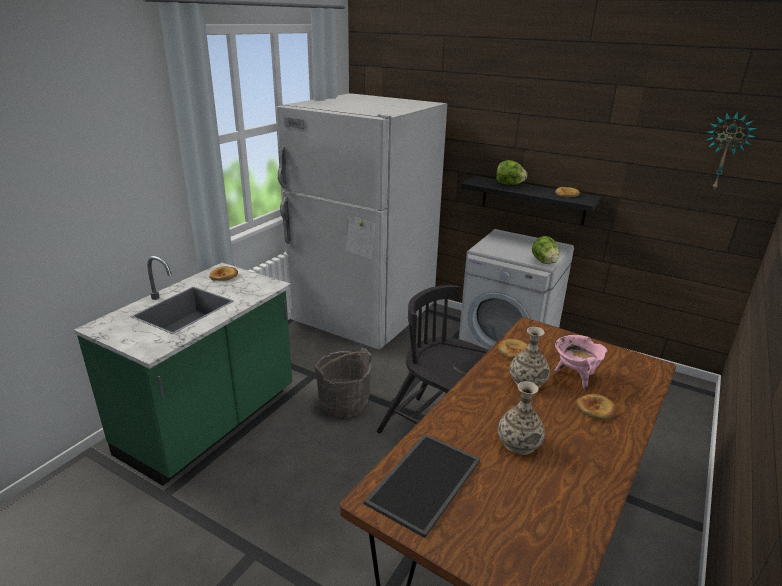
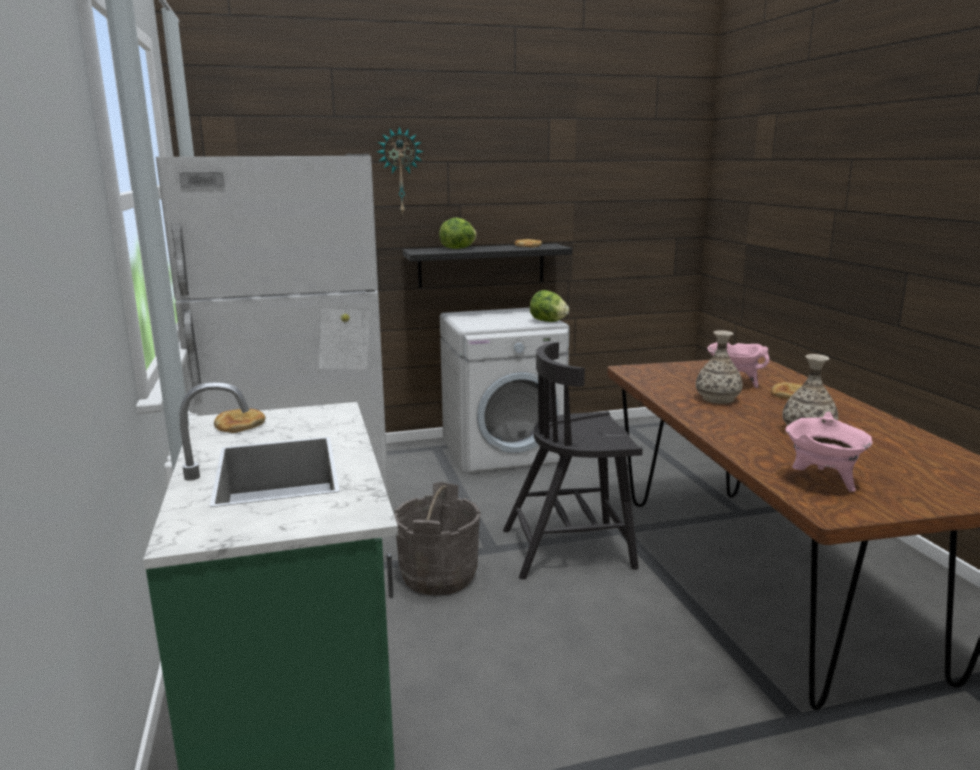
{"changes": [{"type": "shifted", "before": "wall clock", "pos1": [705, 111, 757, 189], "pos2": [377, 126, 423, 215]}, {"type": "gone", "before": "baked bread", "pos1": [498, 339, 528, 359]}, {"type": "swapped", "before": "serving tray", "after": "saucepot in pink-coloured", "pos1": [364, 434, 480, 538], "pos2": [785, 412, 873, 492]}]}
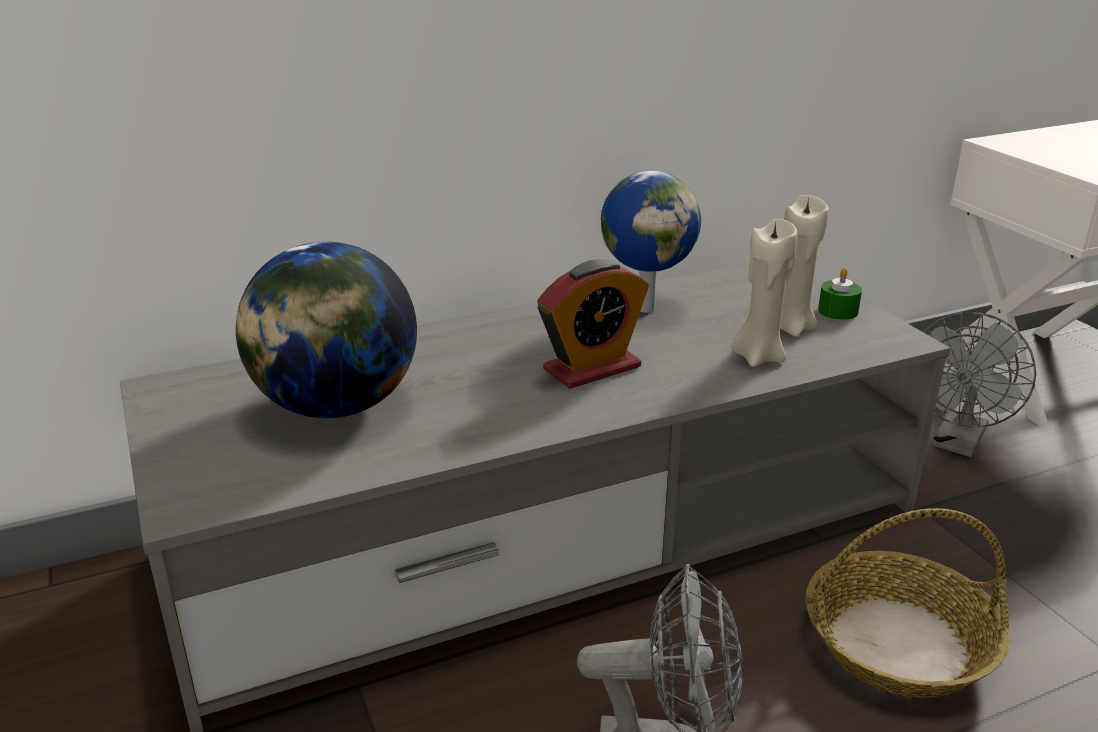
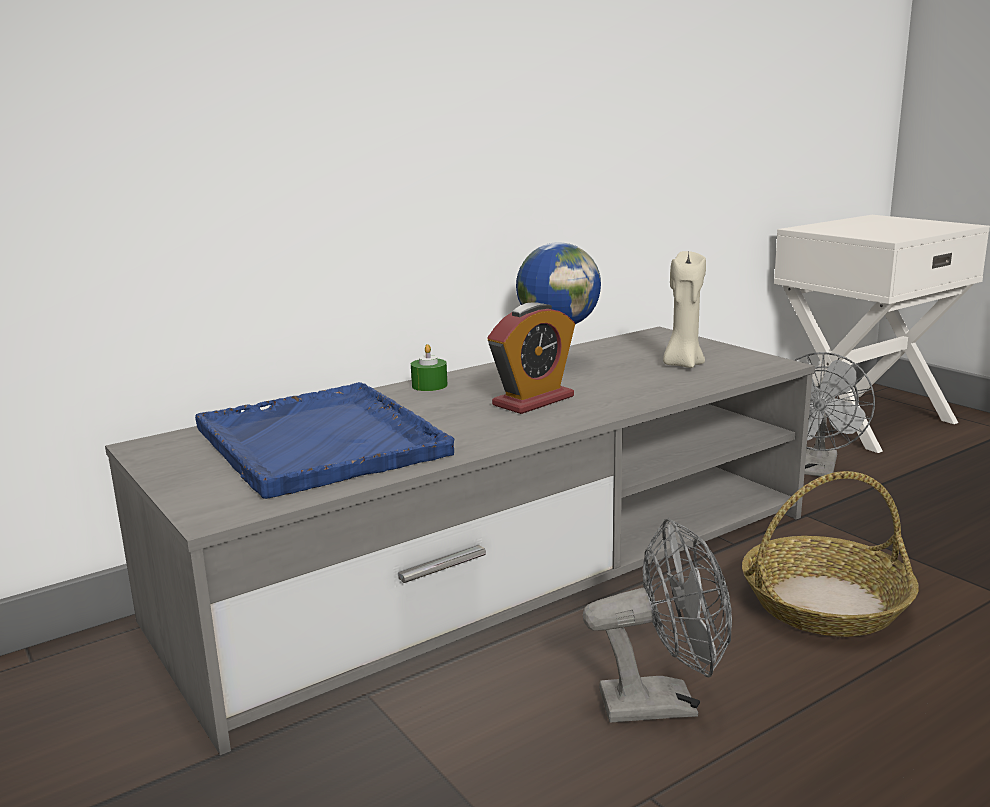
{"changes": [{"type": "gone", "before": "wax light in beige", "pos1": [731, 219, 797, 367]}, {"type": "swapped", "before": "globe", "after": "serving tray in bluish", "pos1": [236, 242, 417, 418], "pos2": [195, 382, 454, 499]}, {"type": "shifted", "before": "wax light in green", "pos1": [818, 268, 862, 320], "pos2": [411, 344, 448, 391]}]}
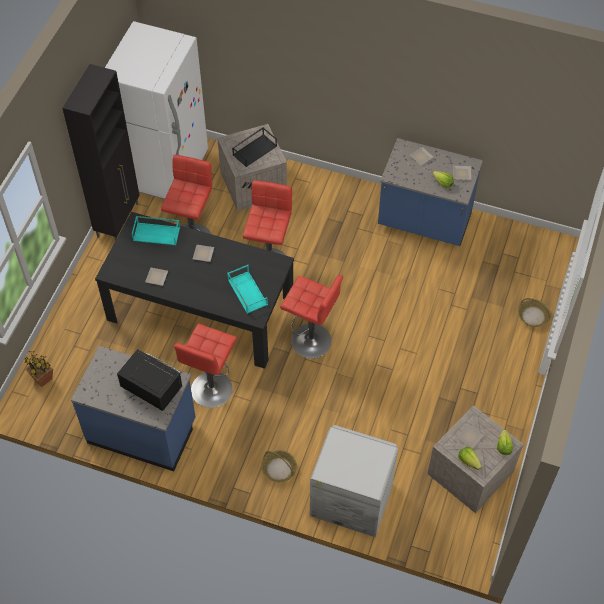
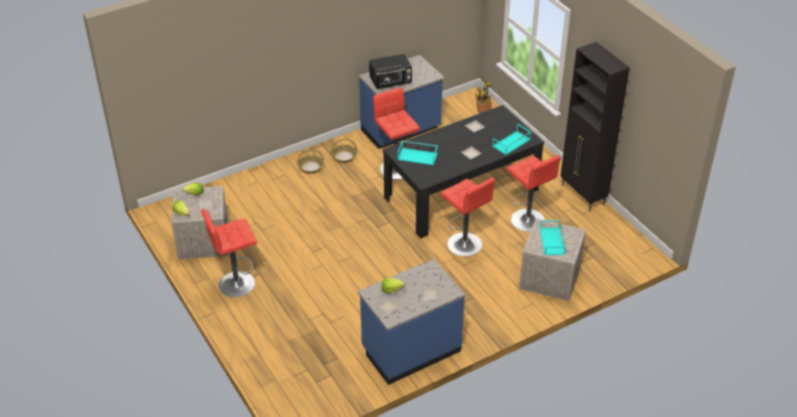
{"changes": [{"type": "gone", "before": "kitchen fridge in white", "pos1": [105, 21, 208, 199]}, {"type": "repainted", "before": "serving tray in blackish", "after": "serving tray in turquoise-coloured", "pos1": [232, 127, 277, 167], "pos2": [540, 220, 566, 255]}, {"type": "shifted", "before": "stool in reddish", "pos1": [280, 275, 343, 358], "pos2": [201, 209, 257, 297]}, {"type": "shifted", "before": "household basket", "pos1": [518, 298, 551, 327], "pos2": [331, 139, 357, 163]}, {"type": "gone", "before": "laundry appliance in white", "pos1": [310, 425, 398, 537]}]}
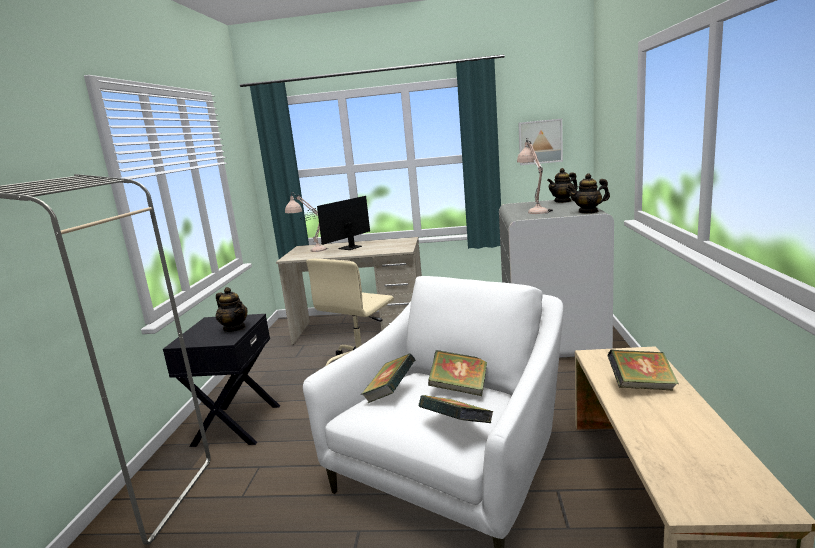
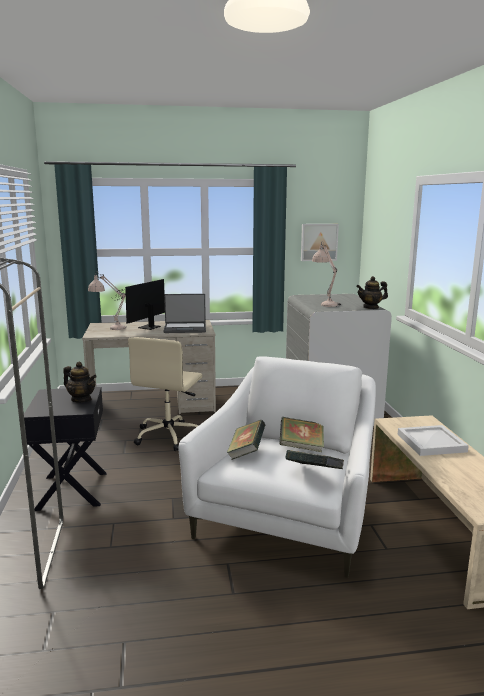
{"changes": [{"type": "gone", "before": "pot for tea", "pos1": [547, 168, 578, 203]}, {"type": "swapped", "before": "volume", "after": "serving tray in white", "pos1": [607, 350, 679, 391], "pos2": [398, 425, 469, 456]}, {"type": "new", "after": "portable computer", "pos2": [164, 294, 206, 333]}]}
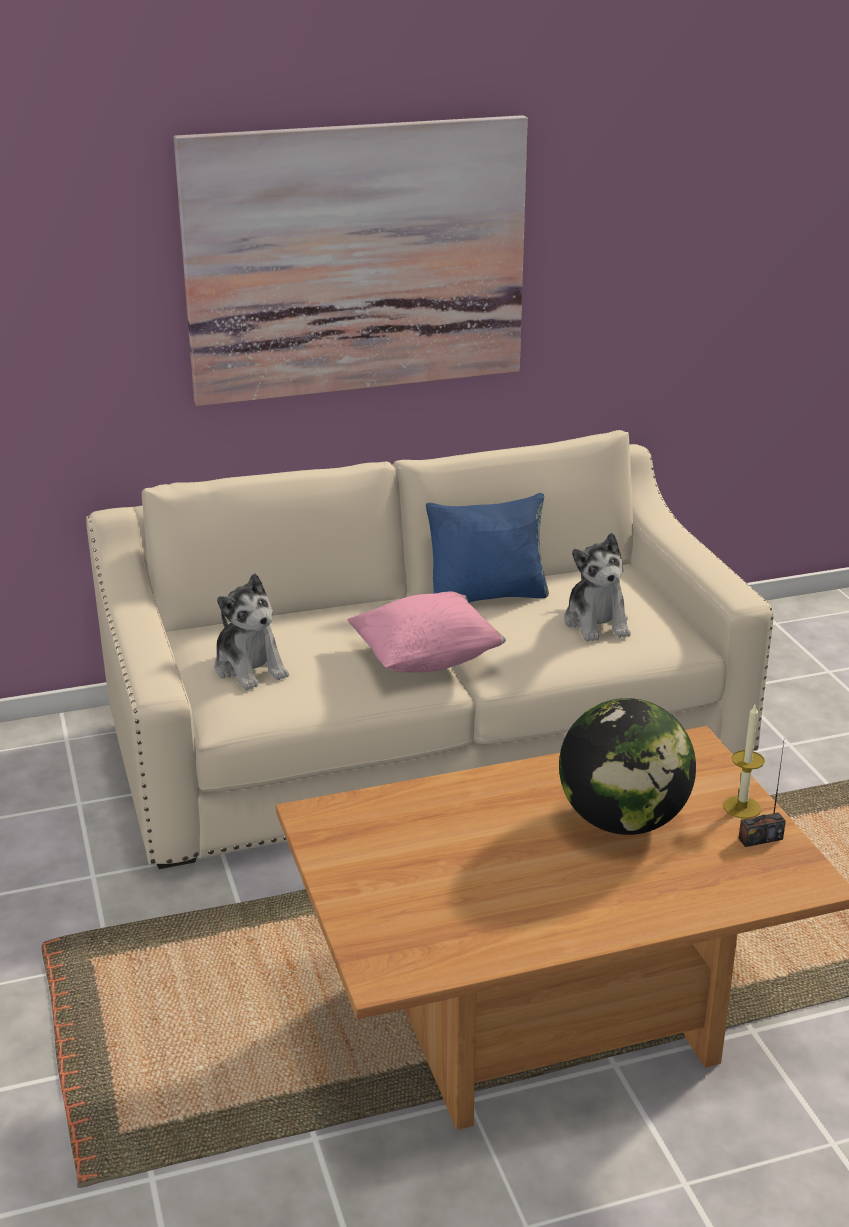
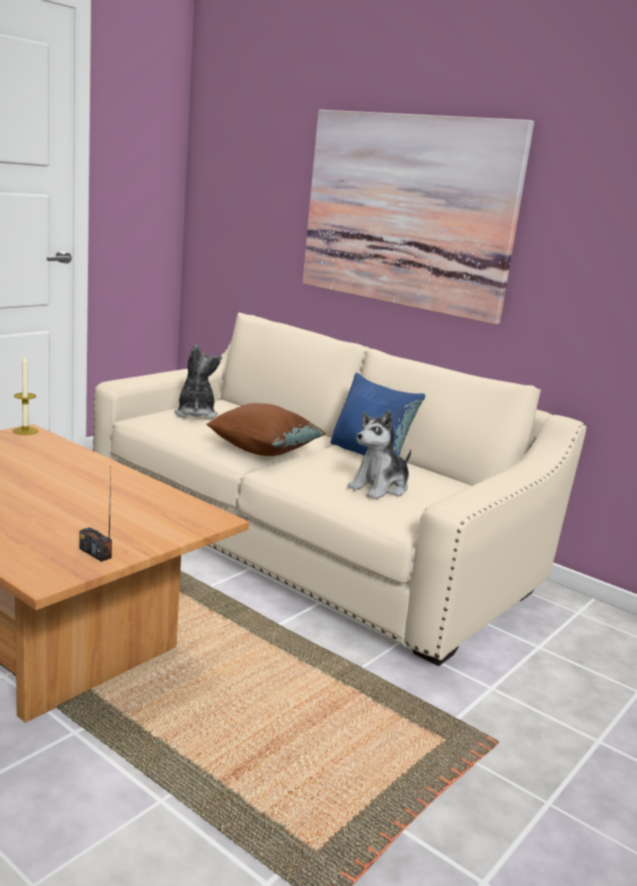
{"changes": [{"type": "rotated", "before": "soft toy", "pos1": [214, 573, 289, 690], "pos2": [174, 344, 222, 420], "turn": 150}, {"type": "repainted", "before": "throw pillow in pink-coloured", "after": "throw pillow in brown", "pos1": [348, 592, 506, 672], "pos2": [206, 403, 326, 456]}, {"type": "gone", "before": "globe", "pos1": [559, 698, 696, 835]}, {"type": "shifted", "before": "wax light", "pos1": [723, 705, 765, 819], "pos2": [13, 355, 38, 435]}]}
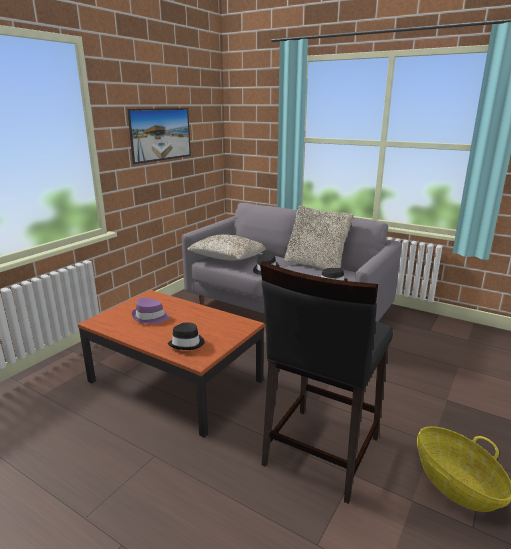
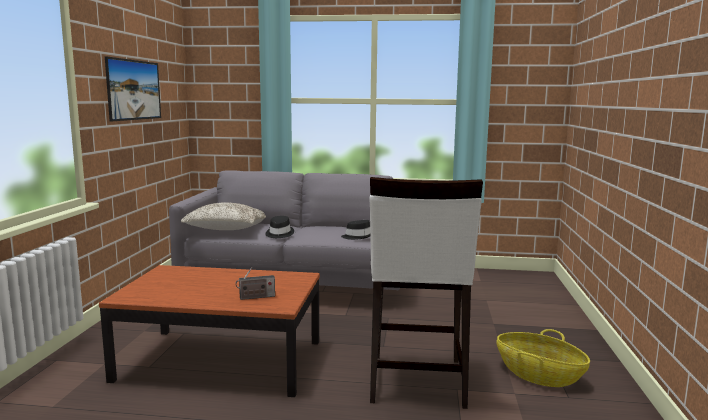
{"changes": [{"type": "gone", "before": "throw pillow in beige", "pos1": [284, 206, 354, 270]}, {"type": "repainted", "before": "stool in blackish", "after": "stool in white", "pos1": [260, 262, 393, 504], "pos2": [369, 177, 483, 409]}, {"type": "gone", "before": "wearable hat in purplish", "pos1": [132, 298, 170, 324]}, {"type": "swapped", "before": "wearable hat in blackish", "after": "radio receiver", "pos1": [168, 323, 205, 350], "pos2": [236, 267, 275, 300]}]}
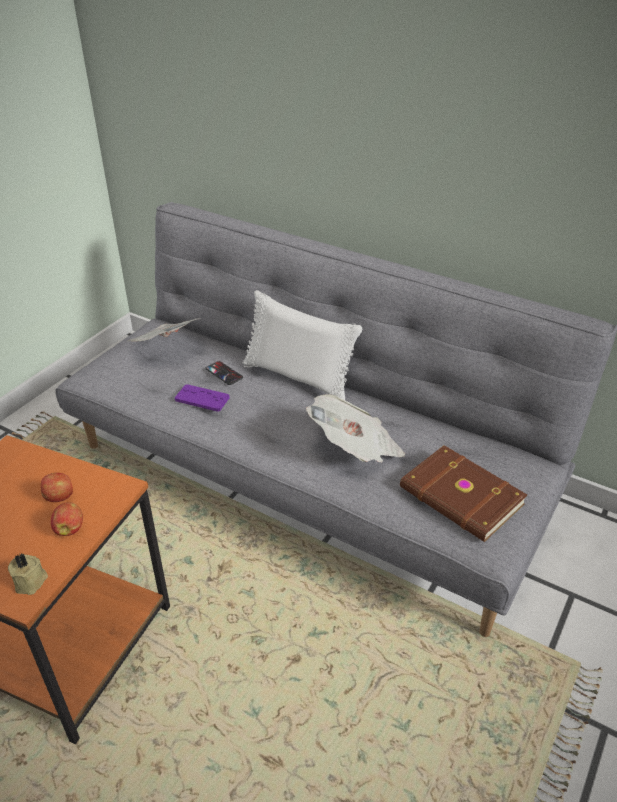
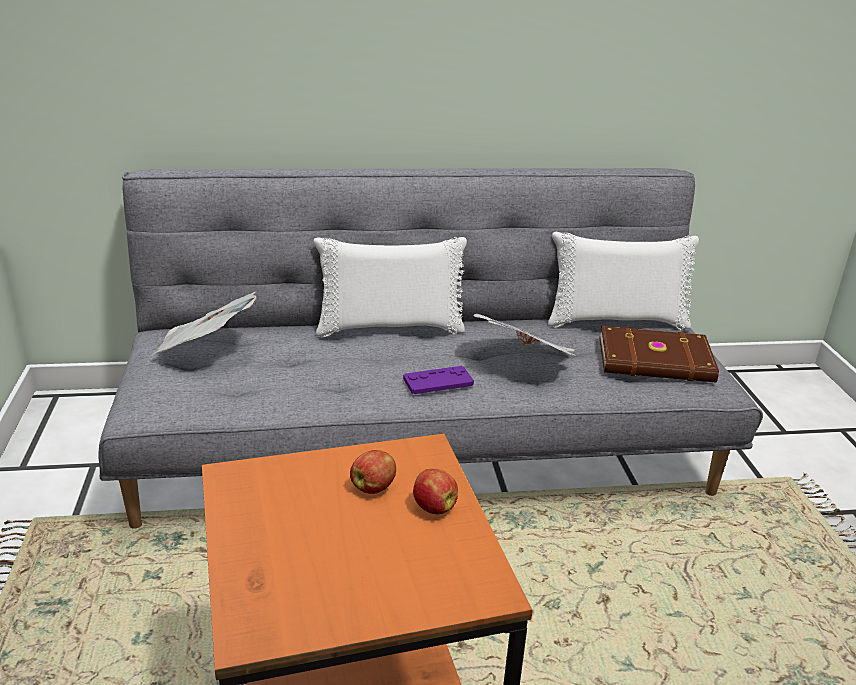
{"changes": [{"type": "gone", "before": "handset", "pos1": [205, 361, 243, 385]}, {"type": "shifted", "before": "gamepad in purplish", "pos1": [175, 384, 230, 412], "pos2": [403, 366, 474, 394]}, {"type": "gone", "before": "wax light in beige", "pos1": [8, 553, 48, 595]}, {"type": "new", "after": "throw pillow in white", "pos2": [548, 232, 699, 330]}]}
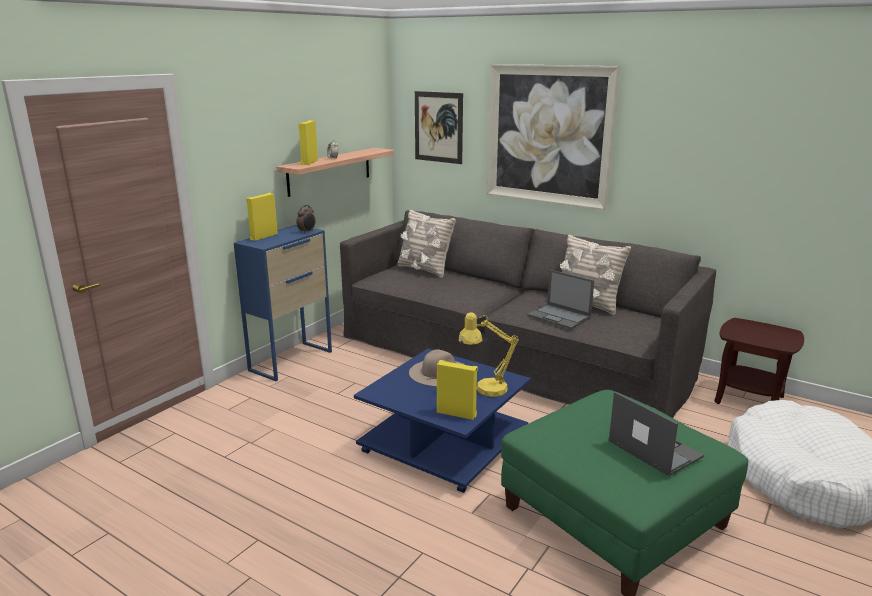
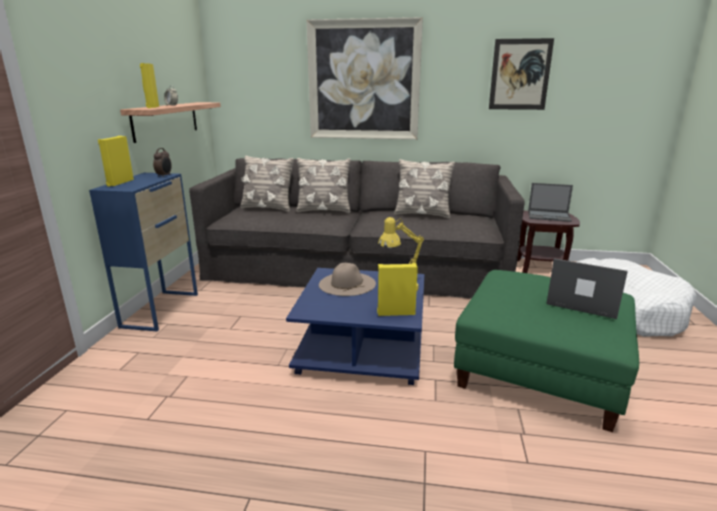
{"changes": [{"type": "shifted", "before": "picture", "pos1": [415, 91, 463, 164], "pos2": [489, 38, 554, 110]}, {"type": "shifted", "before": "portable computer", "pos1": [527, 270, 594, 329], "pos2": [528, 183, 573, 222]}, {"type": "new", "after": "throw pillow in beige", "pos2": [296, 158, 351, 213]}]}
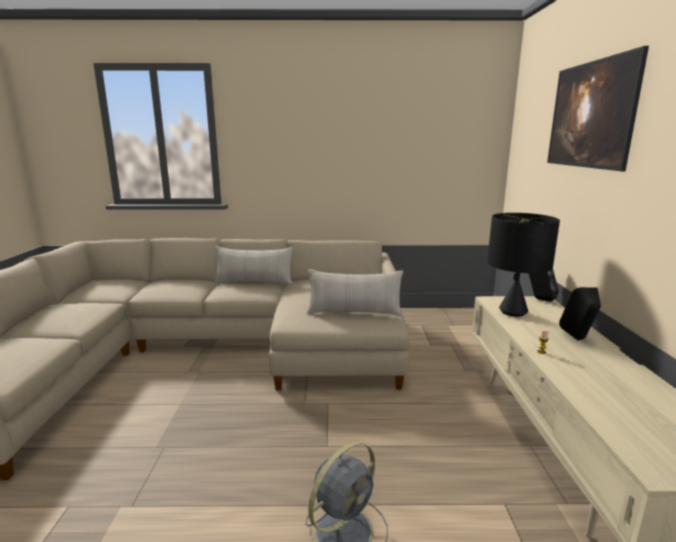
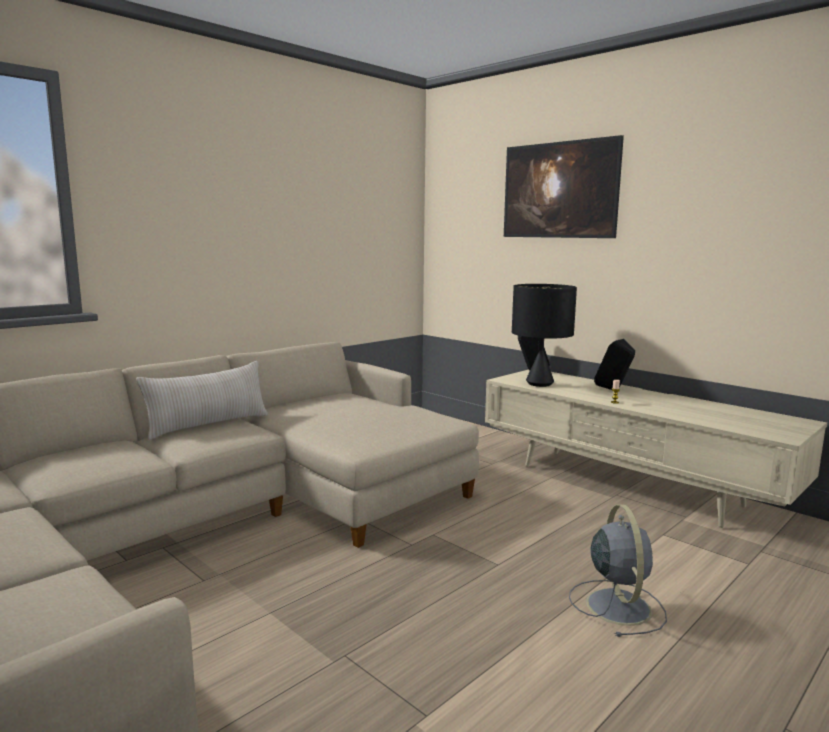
{"changes": [{"type": "gone", "before": "throw pillow in beige", "pos1": [307, 269, 403, 316]}]}
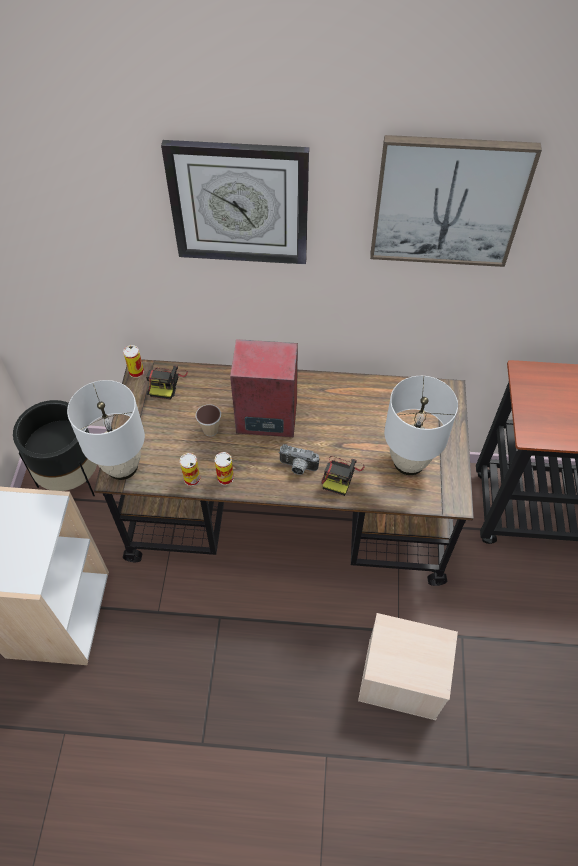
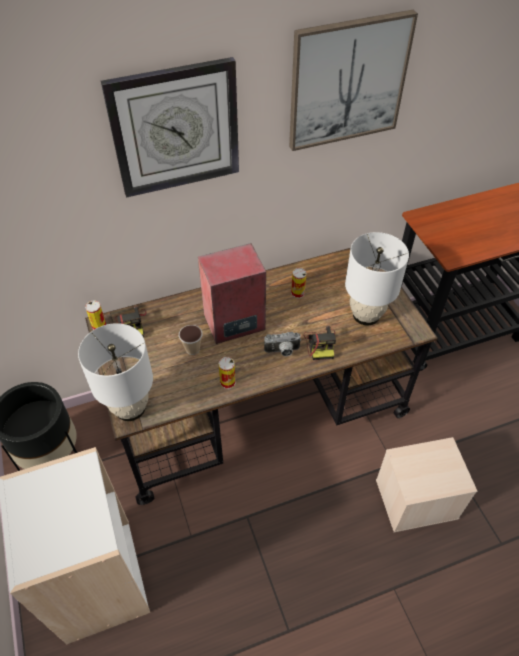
{"changes": [{"type": "shifted", "before": "metal can", "pos1": [180, 453, 200, 486], "pos2": [291, 268, 307, 299]}]}
